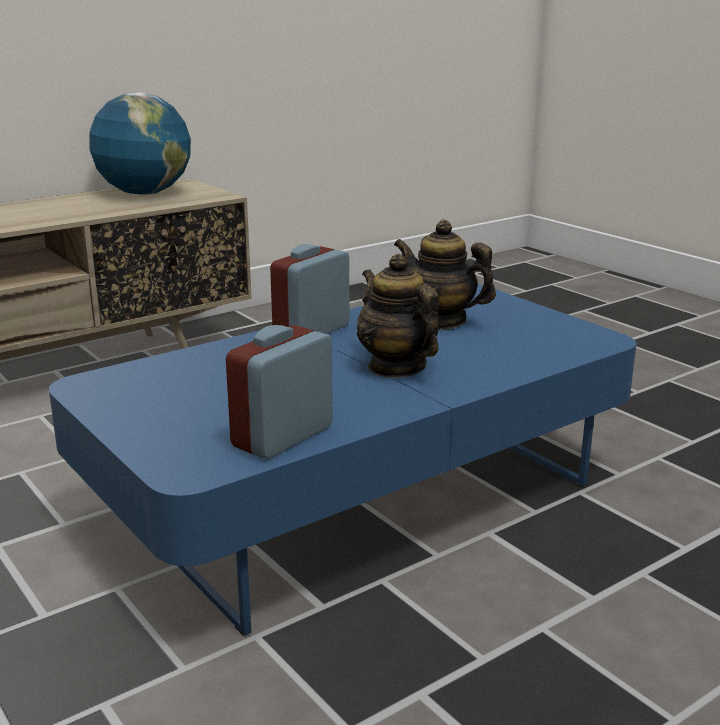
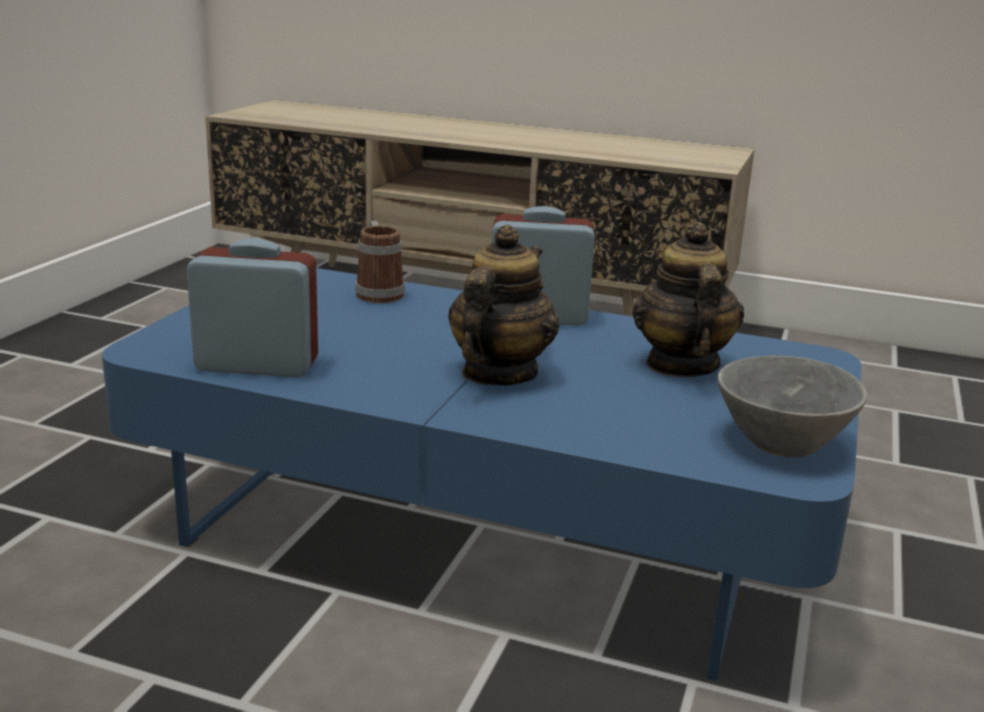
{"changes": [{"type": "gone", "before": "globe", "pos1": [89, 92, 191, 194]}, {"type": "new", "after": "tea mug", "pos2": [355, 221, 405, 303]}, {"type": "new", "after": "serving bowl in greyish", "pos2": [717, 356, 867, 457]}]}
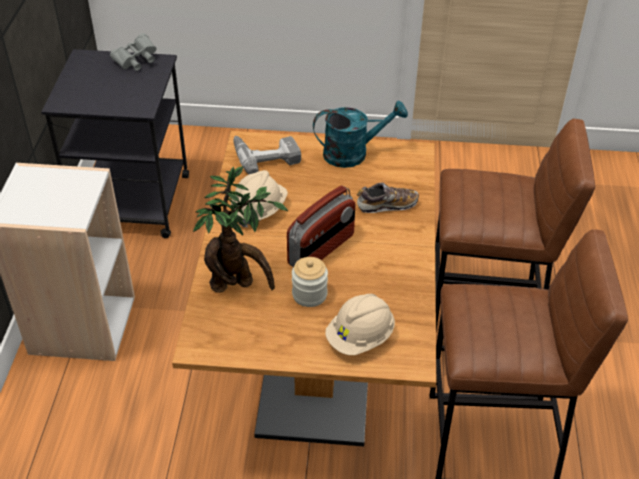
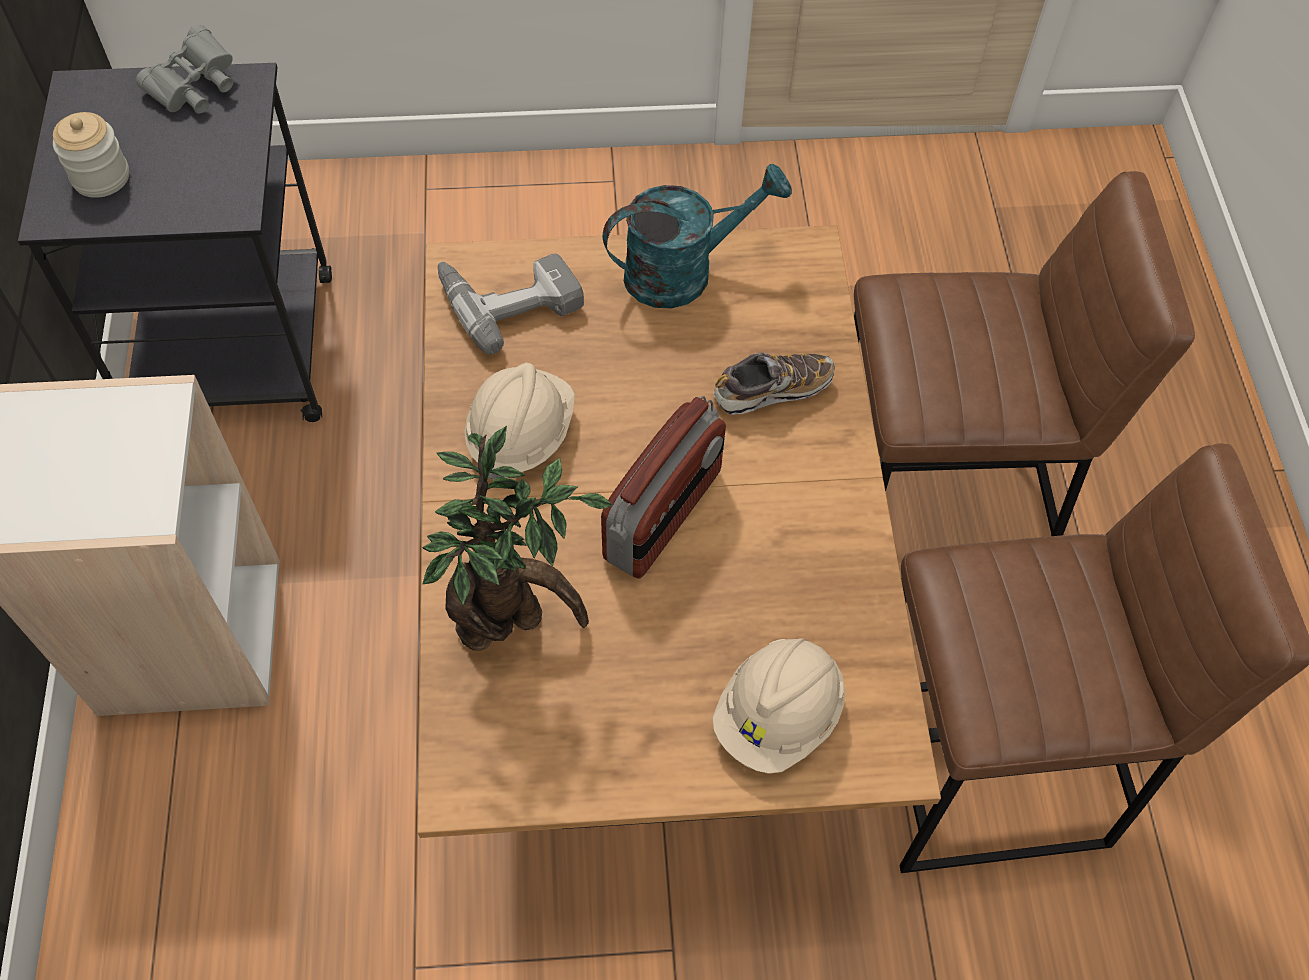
{"changes": [{"type": "shifted", "before": "storage jar", "pos1": [292, 257, 328, 307], "pos2": [53, 112, 129, 198]}]}
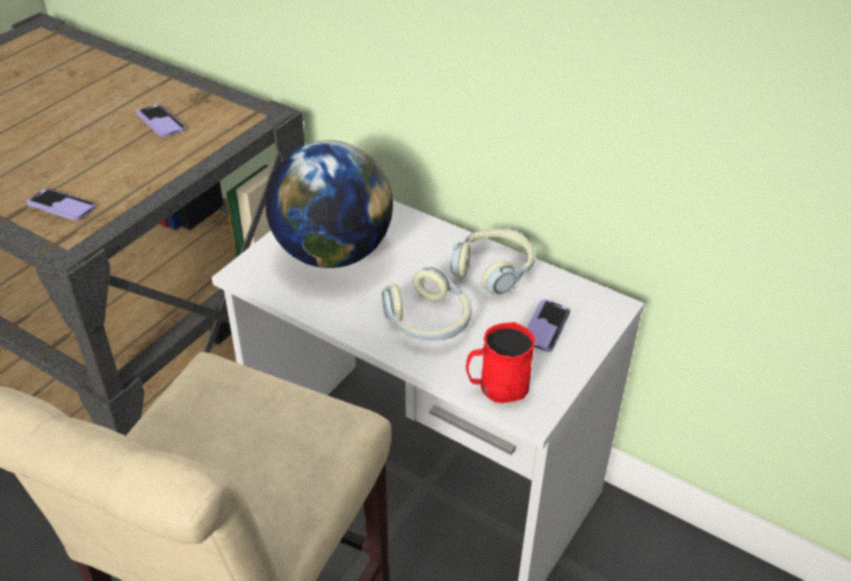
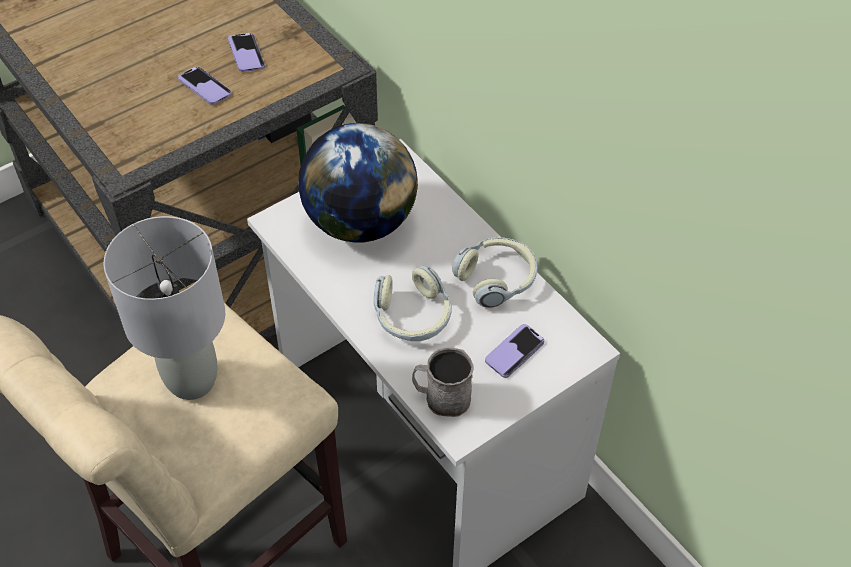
{"changes": [{"type": "shifted", "before": "handset", "pos1": [26, 188, 96, 220], "pos2": [178, 67, 232, 105]}, {"type": "repainted", "before": "tea mug in reddish", "after": "tea mug in greyish", "pos1": [466, 322, 536, 403], "pos2": [412, 348, 474, 417]}, {"type": "new", "after": "lamp for a table in greyish", "pos2": [103, 216, 225, 400]}]}
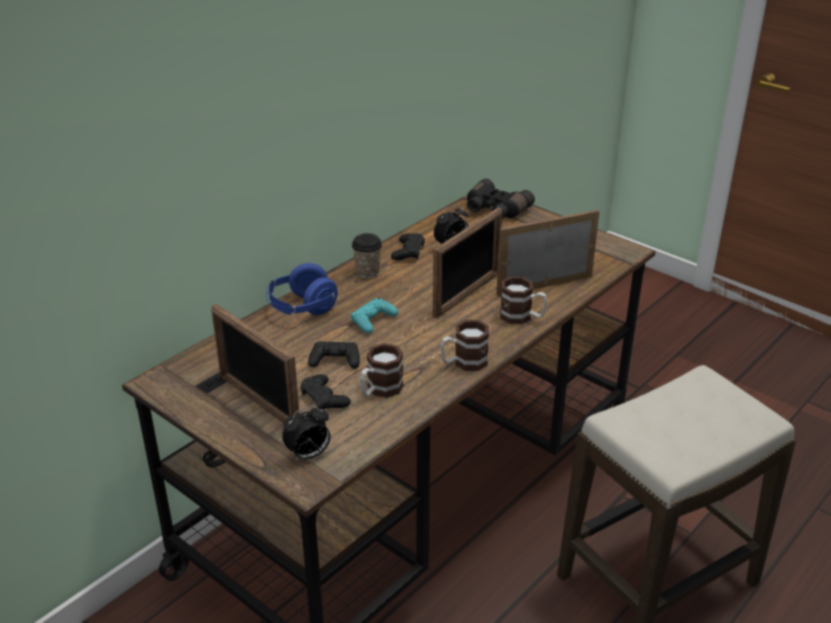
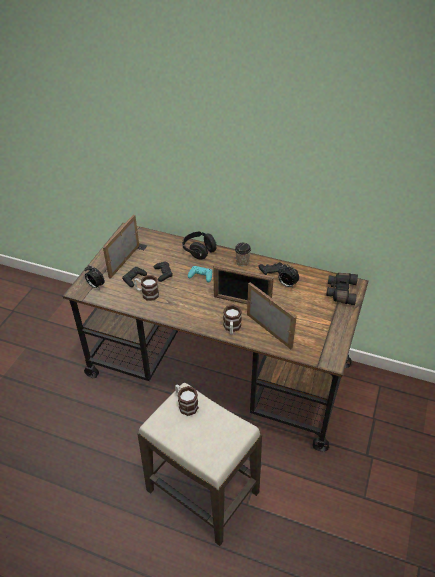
{"changes": [{"type": "repainted", "before": "headset in bluish", "after": "headset in blackish", "pos1": [266, 263, 338, 315], "pos2": [182, 231, 217, 260]}, {"type": "shifted", "before": "tea mug", "pos1": [440, 320, 489, 371], "pos2": [175, 385, 199, 416]}]}
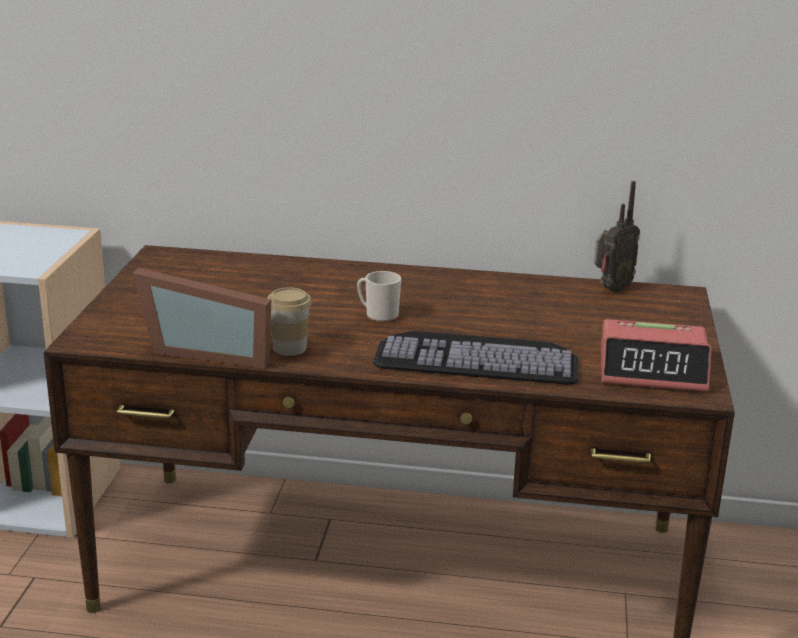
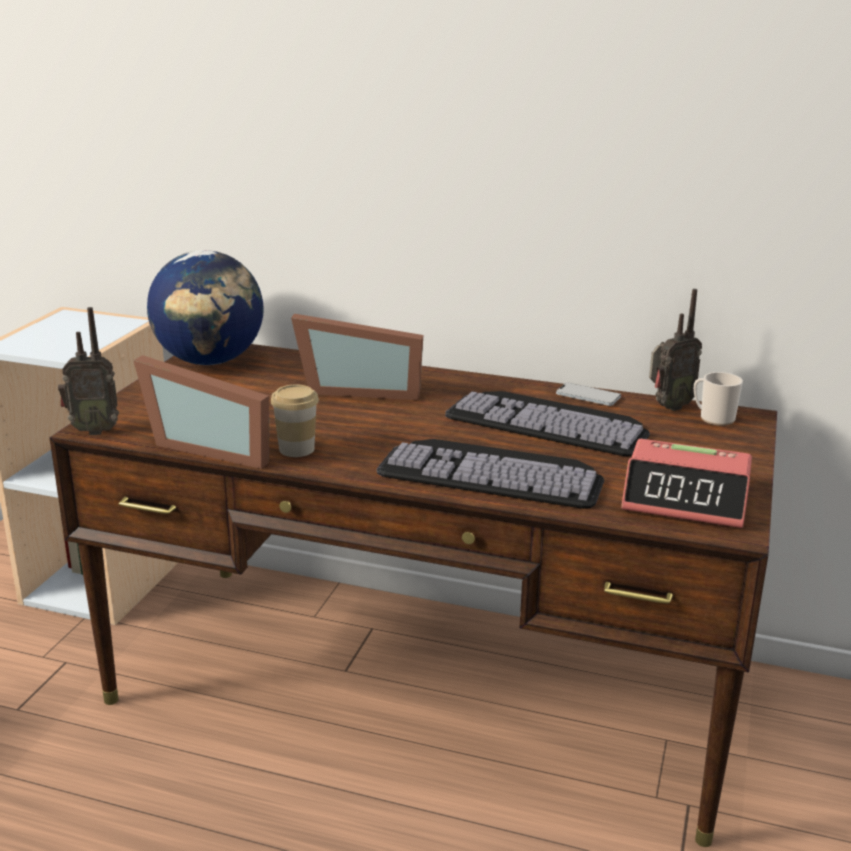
{"changes": [{"type": "shifted", "before": "tea mug", "pos1": [357, 271, 401, 322], "pos2": [694, 372, 743, 426]}, {"type": "new", "after": "globe", "pos2": [147, 250, 264, 365]}, {"type": "new", "after": "radio receiver", "pos2": [58, 307, 119, 435]}, {"type": "new", "after": "photo frame", "pos2": [291, 314, 423, 400]}, {"type": "new", "after": "handset", "pos2": [556, 383, 621, 406]}, {"type": "new", "after": "computer keyboard", "pos2": [445, 391, 650, 456]}]}
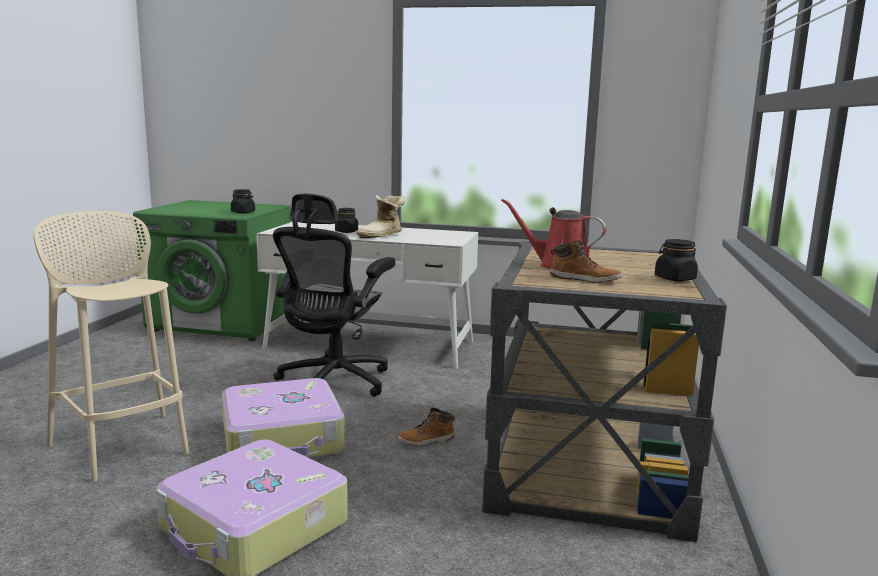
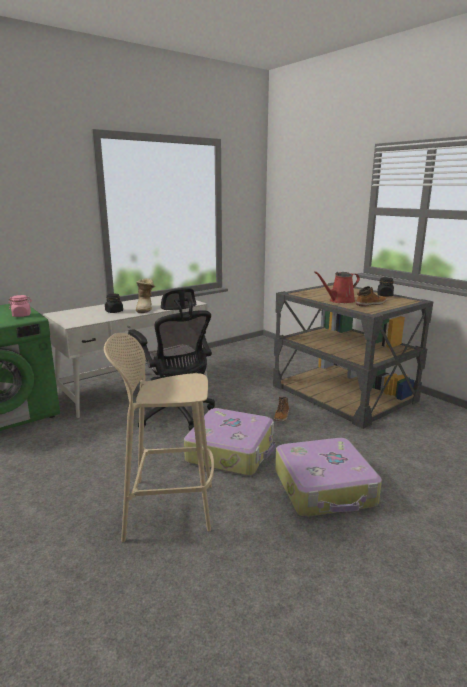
{"changes": [{"type": "repainted", "before": "storage jar in blackish", "after": "storage jar in pink-coloured", "pos1": [231, 189, 255, 213], "pos2": [9, 295, 32, 317]}]}
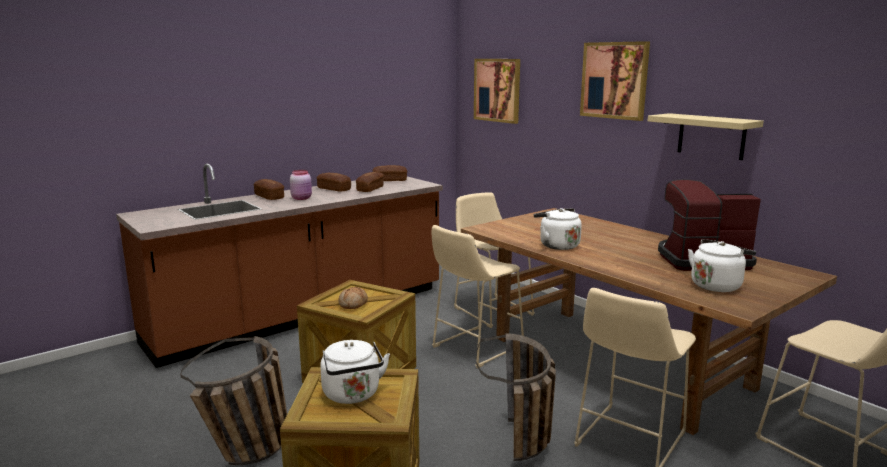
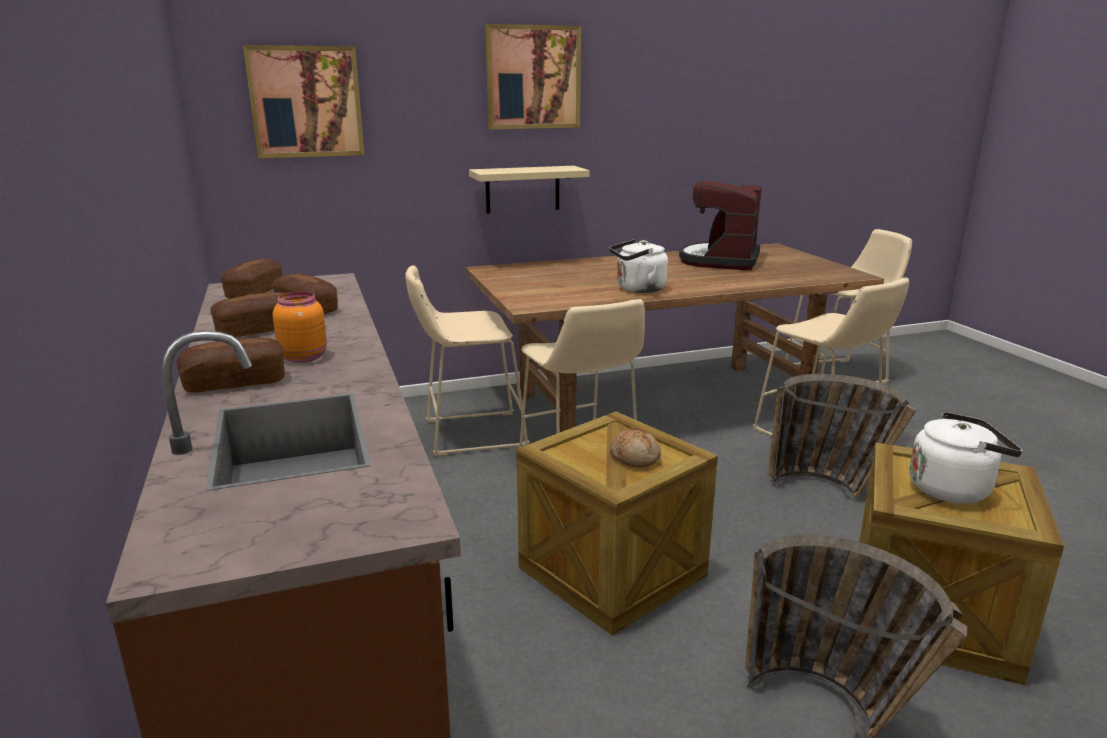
{"changes": [{"type": "shifted", "before": "wall shelf in beige", "pos1": [648, 113, 764, 160], "pos2": [469, 166, 590, 214]}, {"type": "repainted", "before": "storage jar in pink-coloured", "after": "storage jar in orangey", "pos1": [290, 170, 312, 200], "pos2": [273, 291, 327, 363]}, {"type": "gone", "before": "tea kettle in white", "pos1": [688, 239, 756, 292]}]}
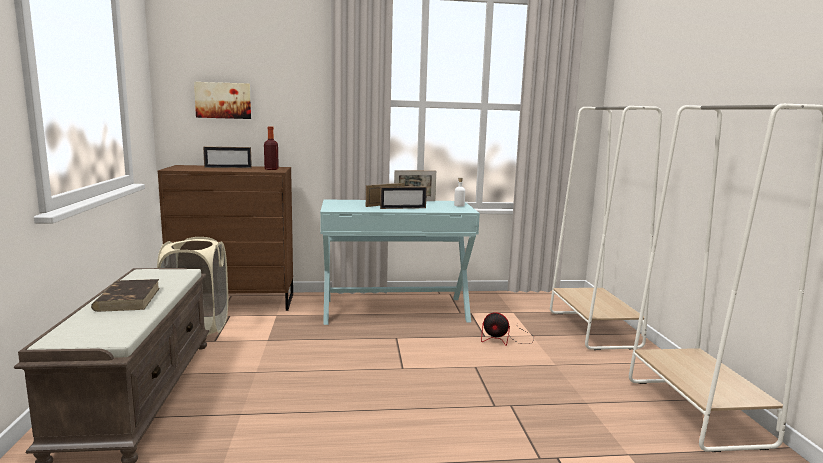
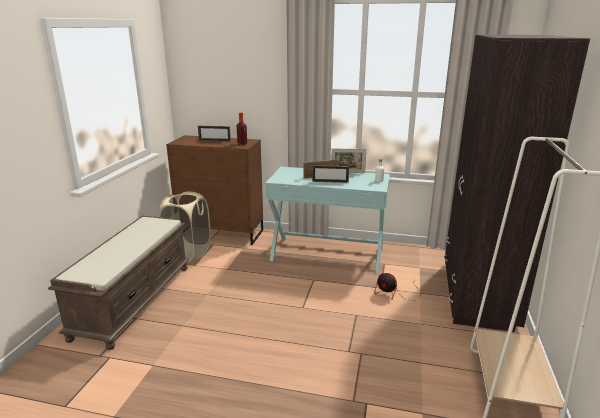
{"changes": [{"type": "gone", "before": "picture", "pos1": [194, 82, 251, 119]}, {"type": "swapped", "before": "garment stand", "after": "clothes cupboard in brown", "pos1": [550, 106, 662, 350], "pos2": [444, 35, 591, 332]}, {"type": "gone", "before": "volume in brown", "pos1": [91, 279, 160, 312]}]}
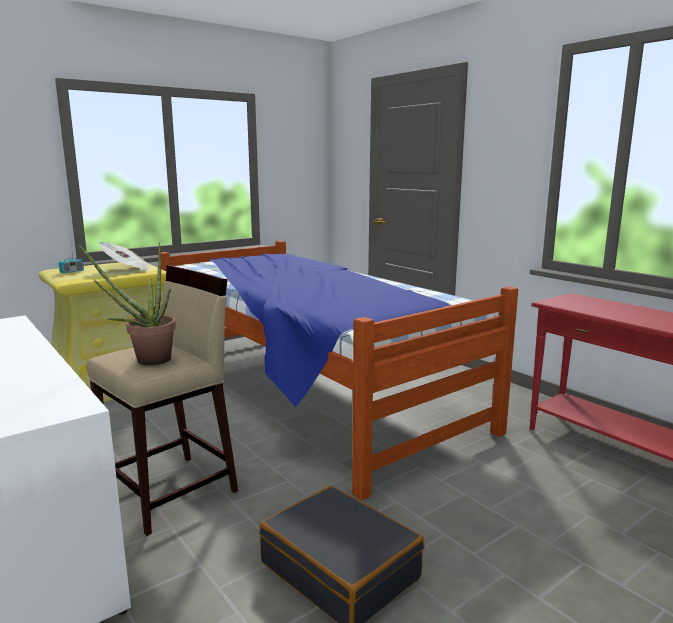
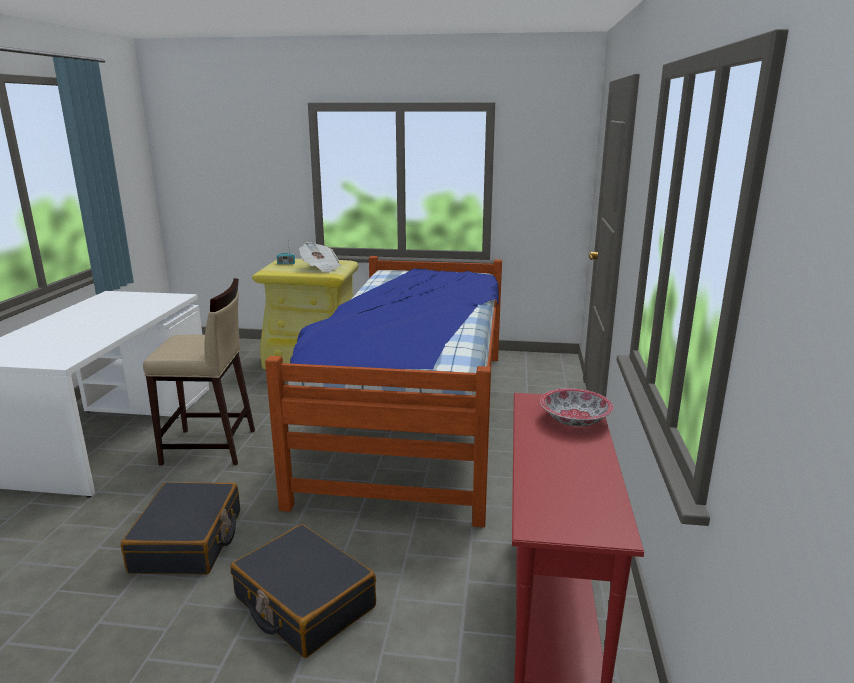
{"changes": [{"type": "gone", "before": "houseplant", "pos1": [79, 242, 176, 366]}, {"type": "new", "after": "serving bowl", "pos2": [540, 388, 613, 427]}, {"type": "new", "after": "suitcase in blackish", "pos2": [231, 524, 376, 658]}]}
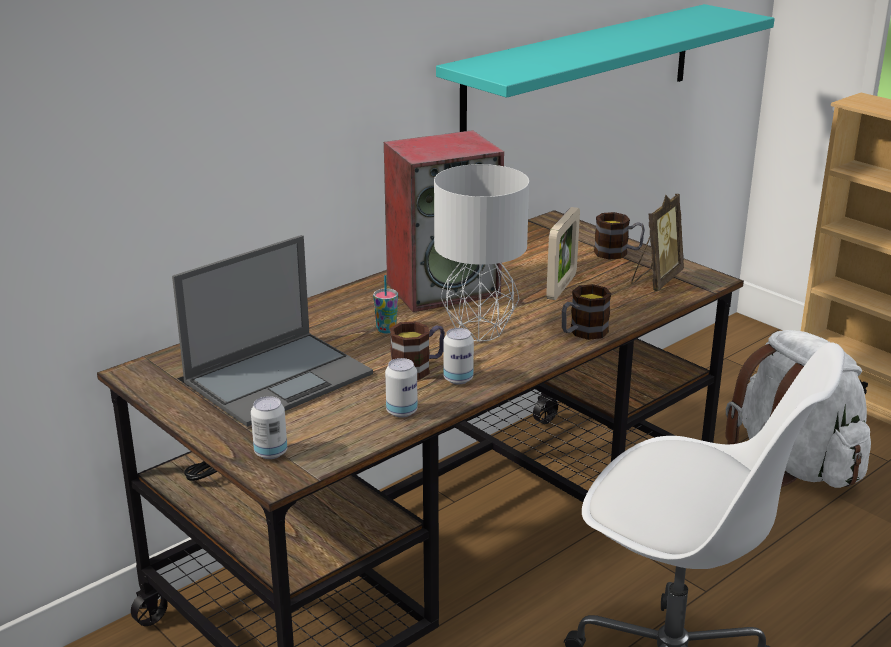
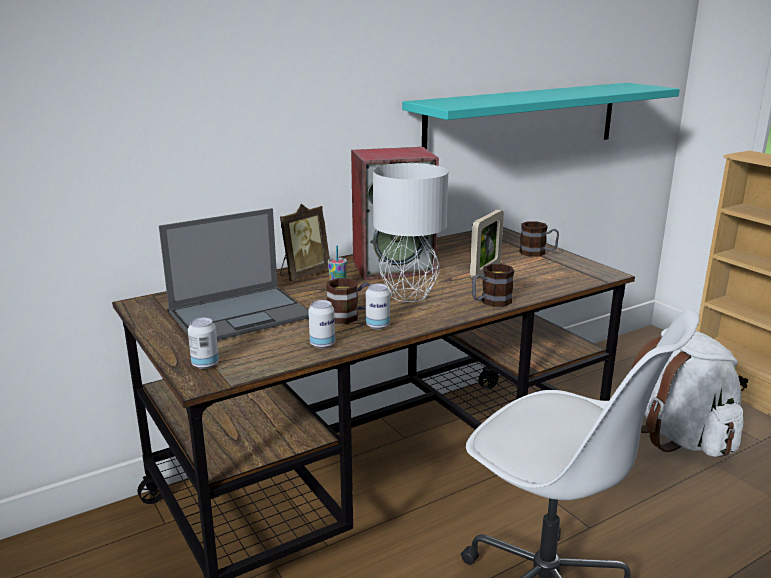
{"changes": [{"type": "shifted", "before": "photo frame", "pos1": [631, 194, 684, 291], "pos2": [280, 204, 330, 281]}]}
